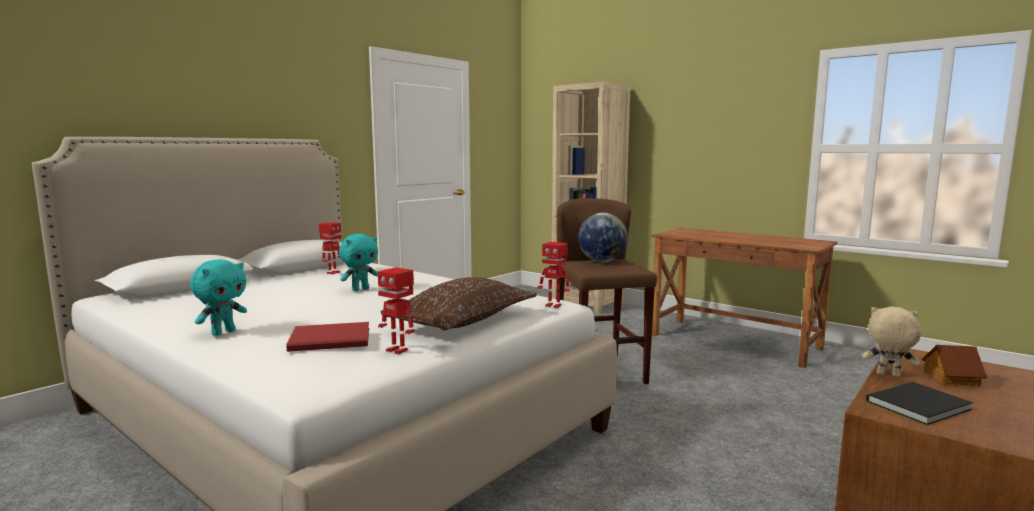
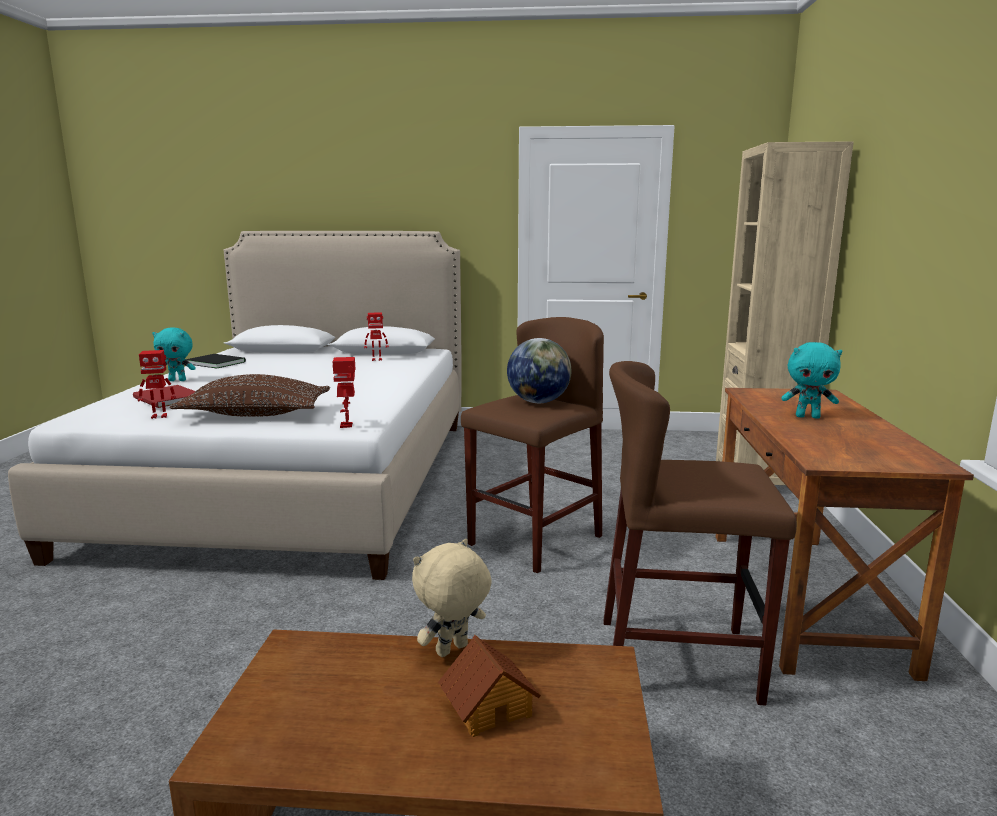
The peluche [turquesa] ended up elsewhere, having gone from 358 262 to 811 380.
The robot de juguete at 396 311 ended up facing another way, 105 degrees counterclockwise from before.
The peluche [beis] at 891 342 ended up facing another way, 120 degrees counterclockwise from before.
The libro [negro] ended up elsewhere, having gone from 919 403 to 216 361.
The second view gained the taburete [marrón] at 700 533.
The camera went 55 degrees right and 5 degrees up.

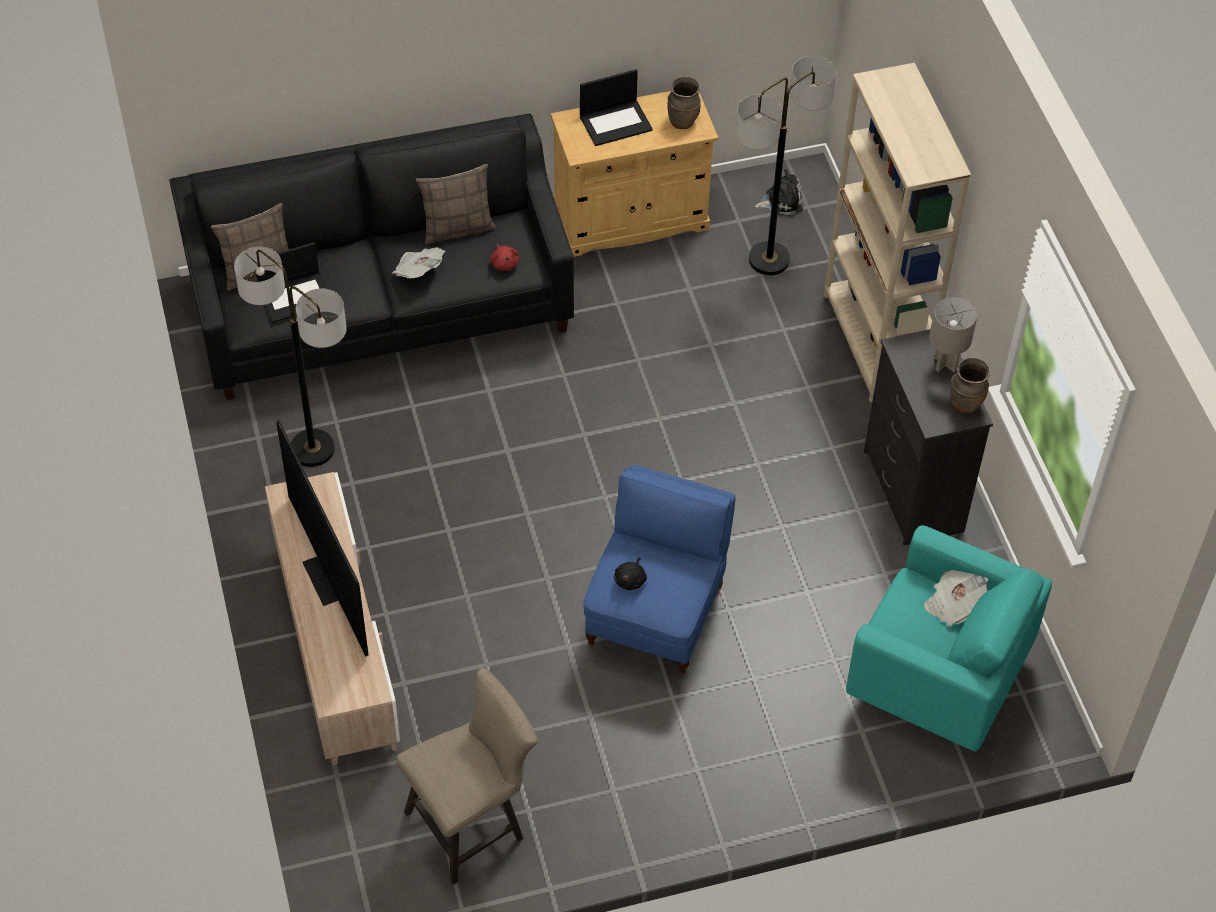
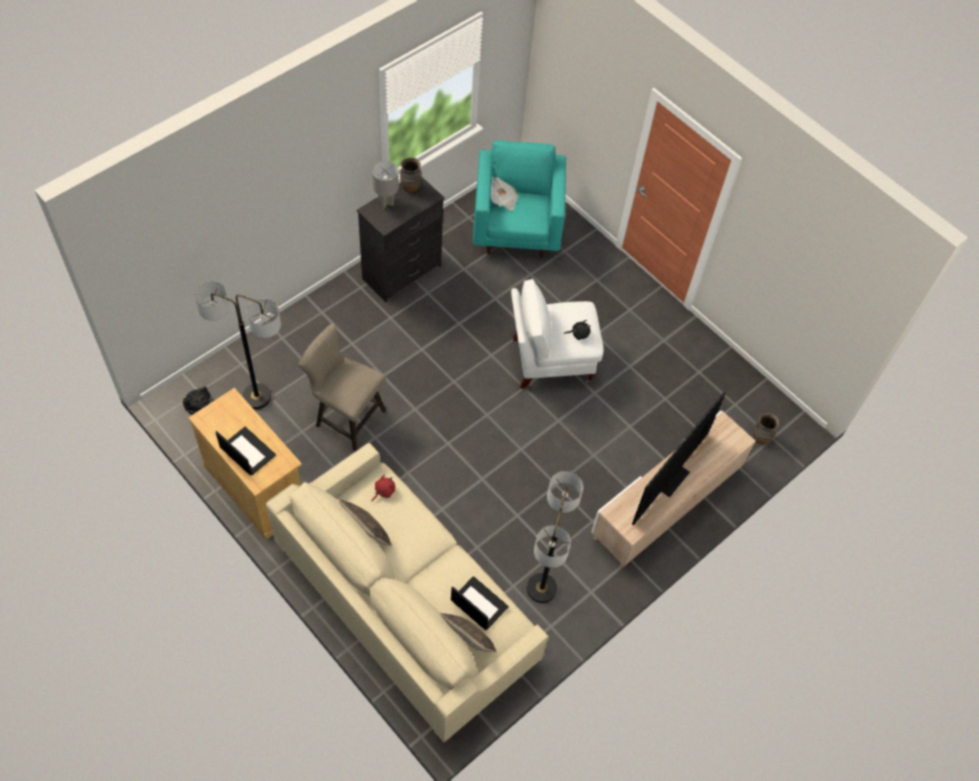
What was the sofá [negro] at 371 257 turned into the sofá [beis] at 407 592.
The second view lost the periódico at 418 262.
The taburete [beis] ended up elsewhere, having gone from 467 776 to 342 387.
What was the sillón [azul] at 659 570 turned into the sillón [blanco] at 557 334.
The florero [marrón] ended up elsewhere, having gone from 684 102 to 766 429.
The second view lost the estantería [beis] at 897 233.
The camera went 120 degrees left and 5 degrees up.

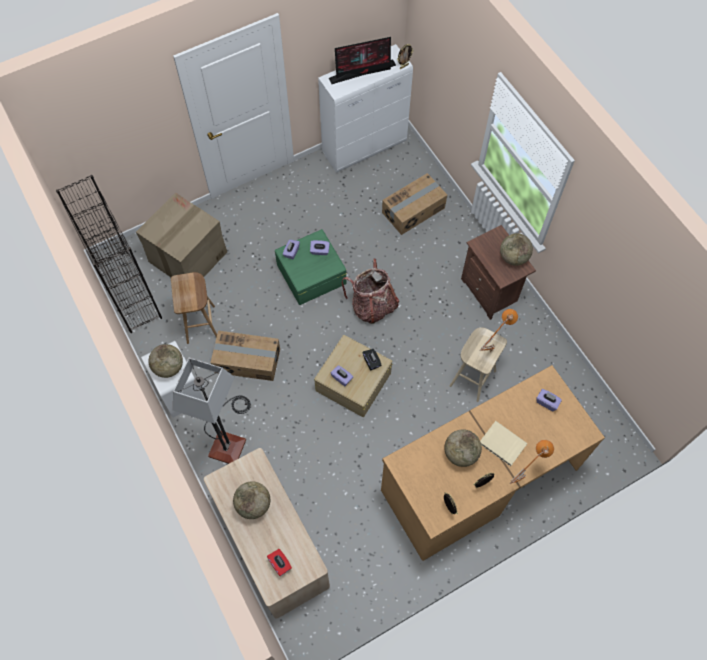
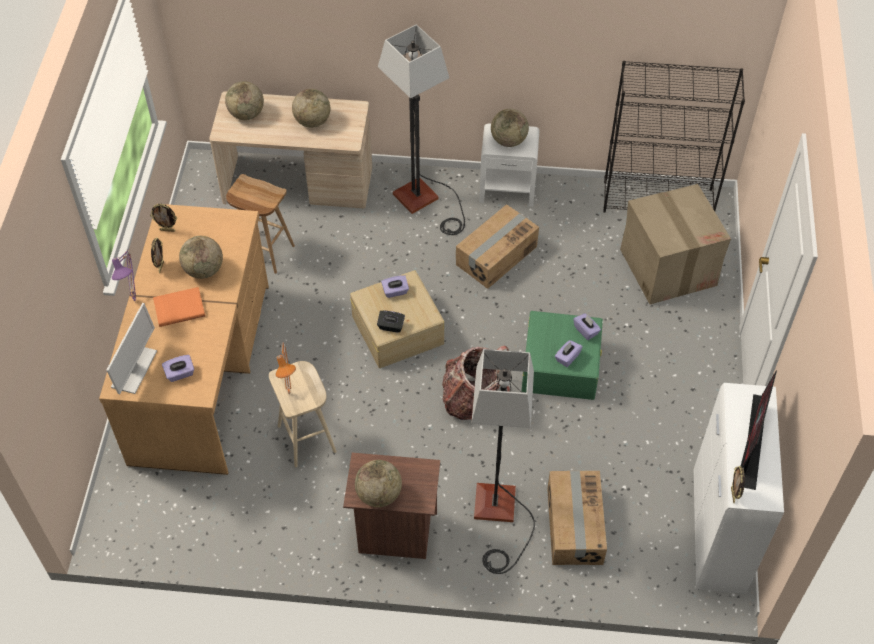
The taburete [marrón] ended up elsewhere, having gone from 194 308 to 260 224.
Where the caja de pañuelos [rojo] stood at 279 562, the globo terráqueo came to stand at 244 100.
What was the libro [beis] at 504 443 turned into the libro [naranja] at 179 307.
What was the lámpara de mesa [naranja] at 531 462 turned into the lámpara de mesa [morado] at 124 275.
The second view gained the monitor at 131 348.
The second view gained the lámpara de pie at 503 461.
The camera went 125 degrees right and 10 degrees down.

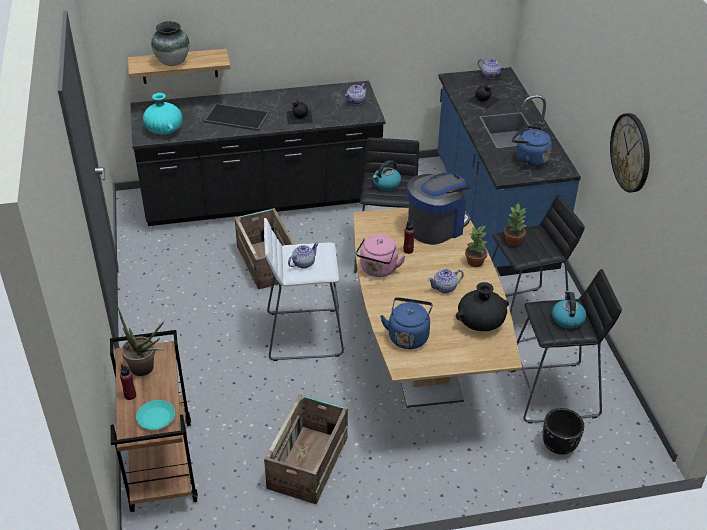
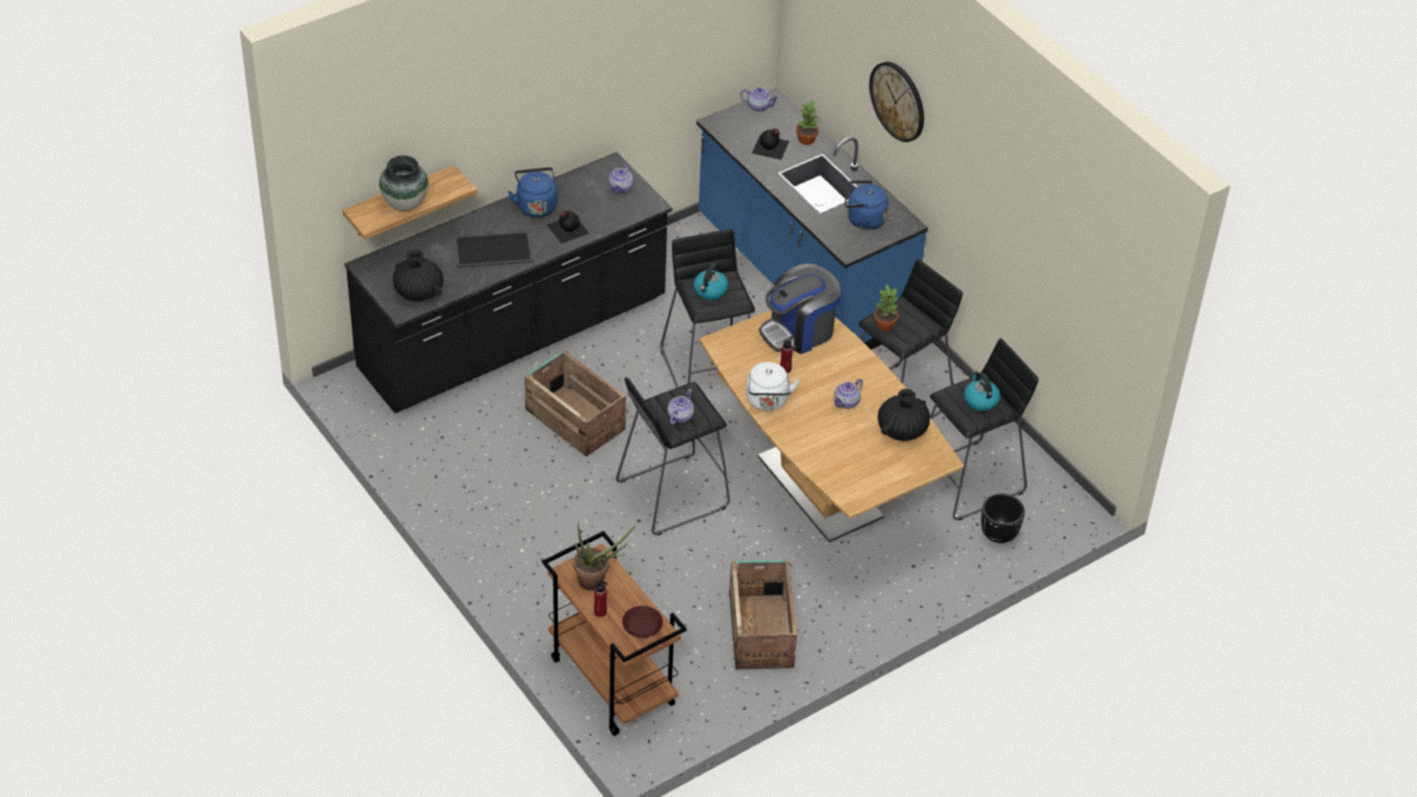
What was the plato [turquesa] at 155 415 turned into the plato [marrón] at 642 622.
What was the florero [turquesa] at 163 113 turned into the florero [negro] at 418 275.
What was the taburete [blanco] at 304 289 turned into the taburete [negro] at 673 456.
What was the hervidor [rosa] at 381 255 turned into the hervidor [blanco] at 772 386.
The hervidor [azul] ended up elsewhere, having gone from 406 323 to 532 192.
The cafetera at 439 209 ended up facing another way, 150 degrees counterclockwise from before.
The planta en maceta ended up elsewhere, having gone from 476 246 to 807 122.
The reloj de pared ended up elsewhere, having gone from 630 153 to 896 102.
The camera went 25 degrees left and 5 degrees up.

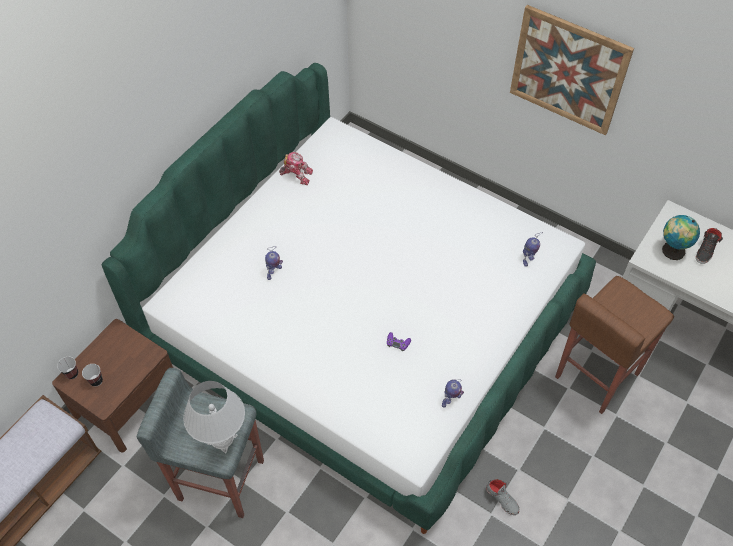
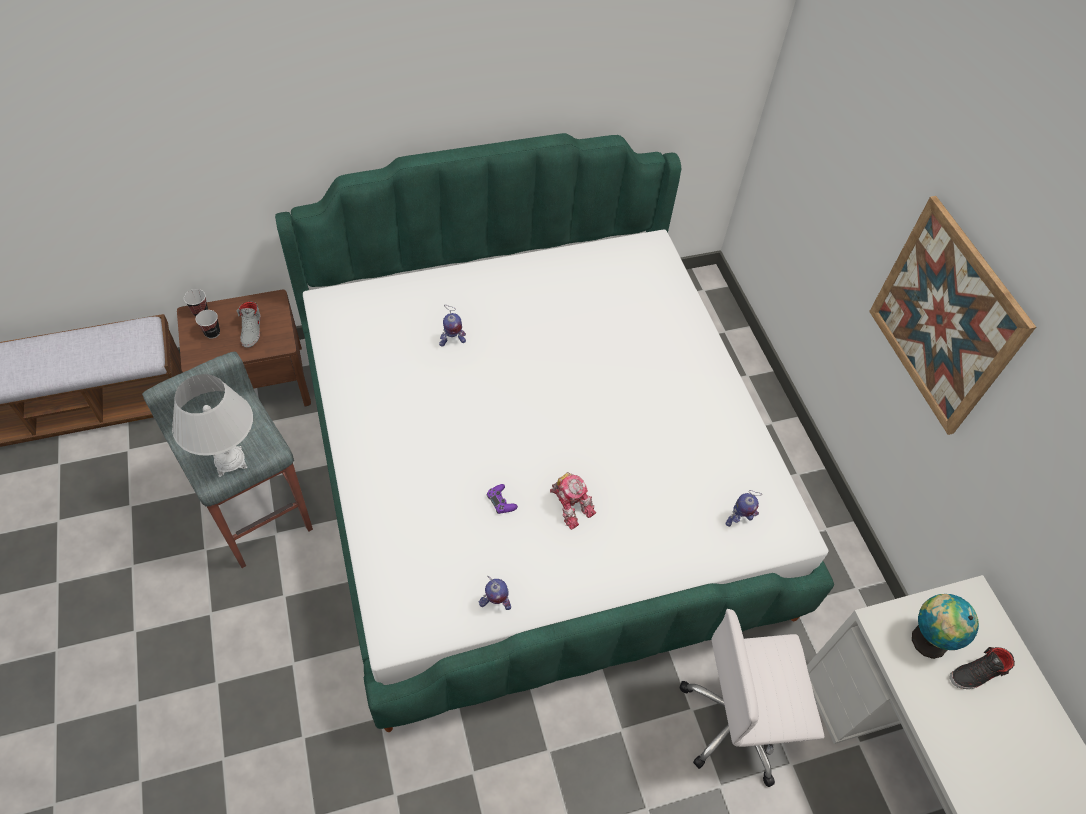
The robot de juguete ended up elsewhere, having gone from 296 168 to 573 501.
The zapato [gris] ended up elsewhere, having gone from 502 497 to 249 324.
Where the taburete [marrón] stood at 614 345, the silla de oficina [blanco] came to stand at 752 698.
The camera went 35 degrees right and 0 degrees up.

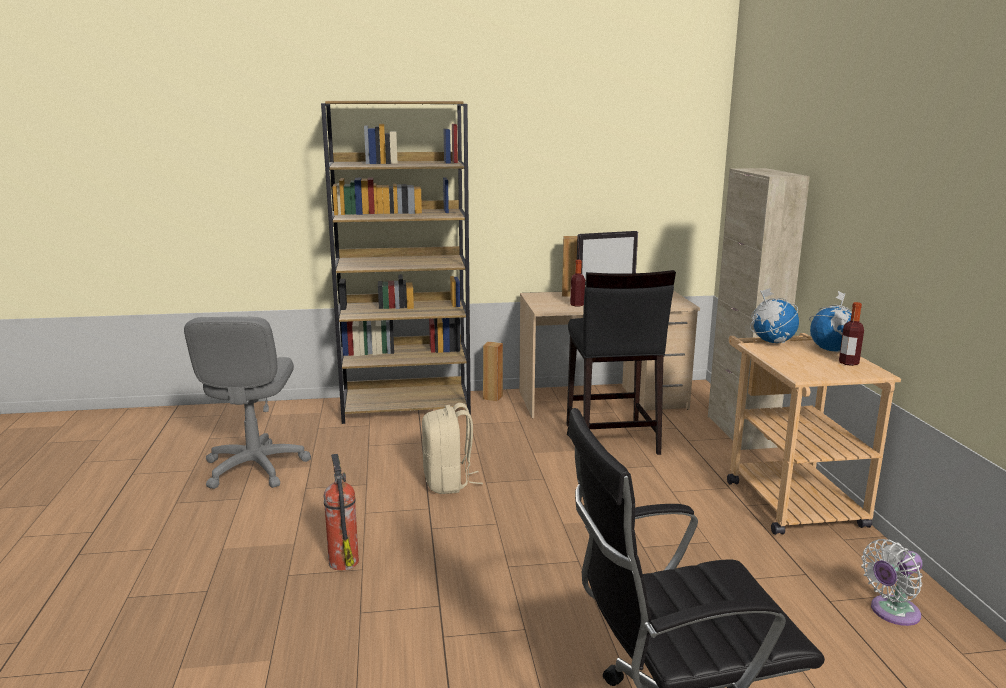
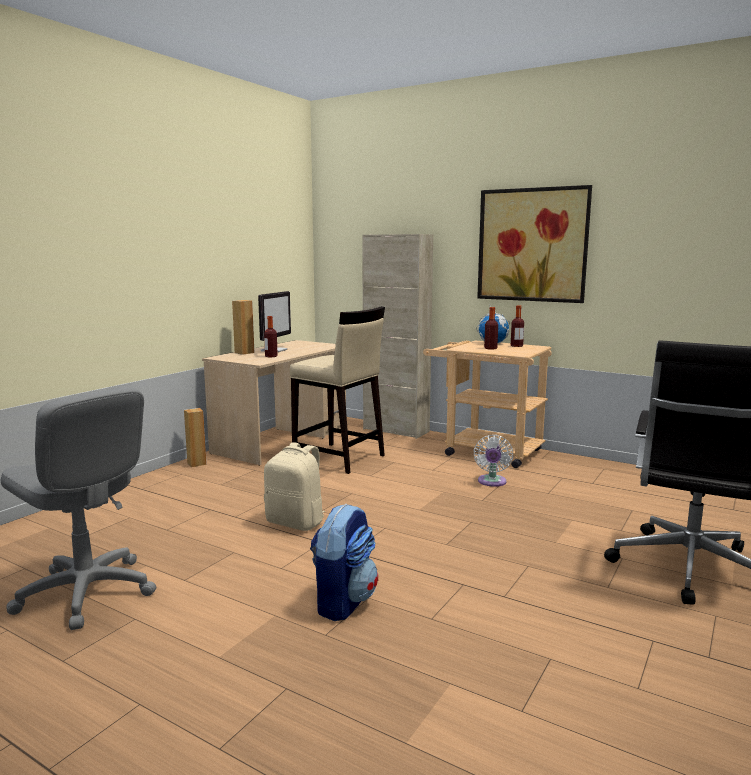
The second view lost the estantería [marrón] at 396 262.
Where the extintor stood at 341 512, the mochila came to stand at 344 562.
What was the taburete [negro] at 621 362 turned into the taburete [beis] at 337 390.
The second view lost the globo terráqueo at 774 315.
The ventilador [blanco] ended up elsewhere, having gone from 892 582 to 493 461.
The second view gained the cuadro at 534 244.
The second view gained the botella at 491 328.
The camera went 50 degrees left and 5 degrees down.

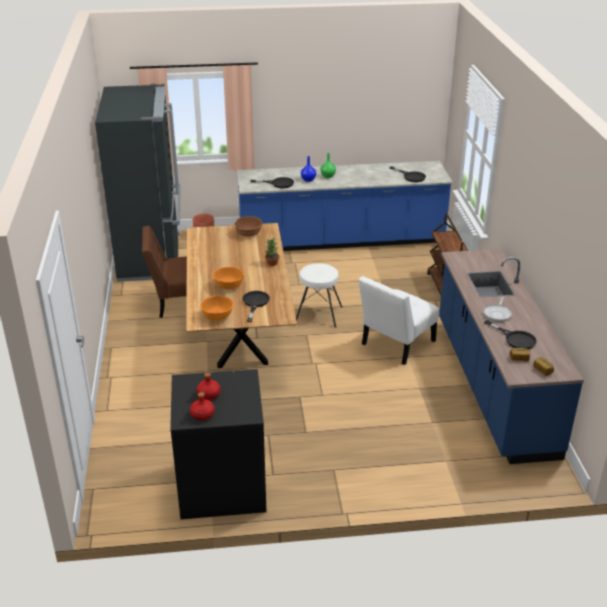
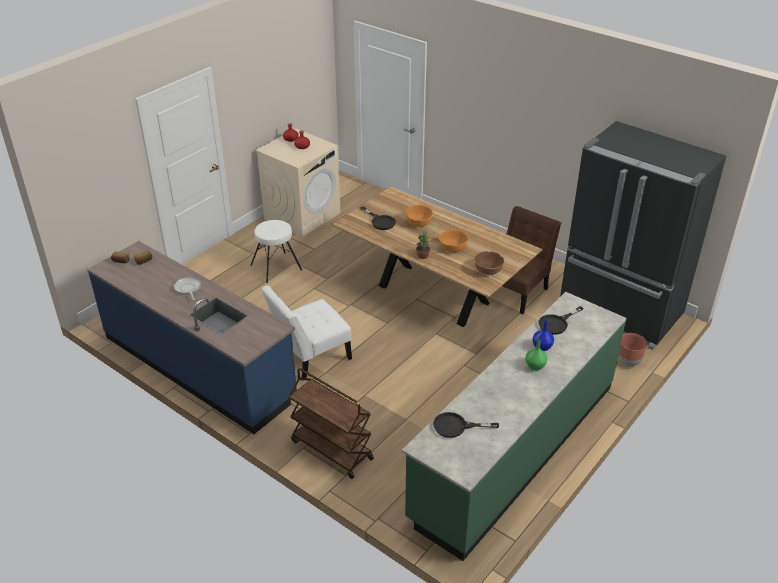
What was the lavadora [negro] at 218 444 turned into the lavadora [beis] at 298 183.
The cuenco [naranja] ended up elsewhere, having gone from 217 308 to 453 241.
What was the mueble bajo de cocina [azul] at 345 206 turned into the mueble bajo de cocina [verde] at 514 426.
The taburete [blanco] ended up elsewhere, having gone from 319 295 to 276 251.
The silla [blanco] at 398 320 ended up facing another way, 120 degrees counterclockwise from before.
The second view lost the sartén [negro] at 510 334.
The camera went 135 degrees right and 5 degrees up.

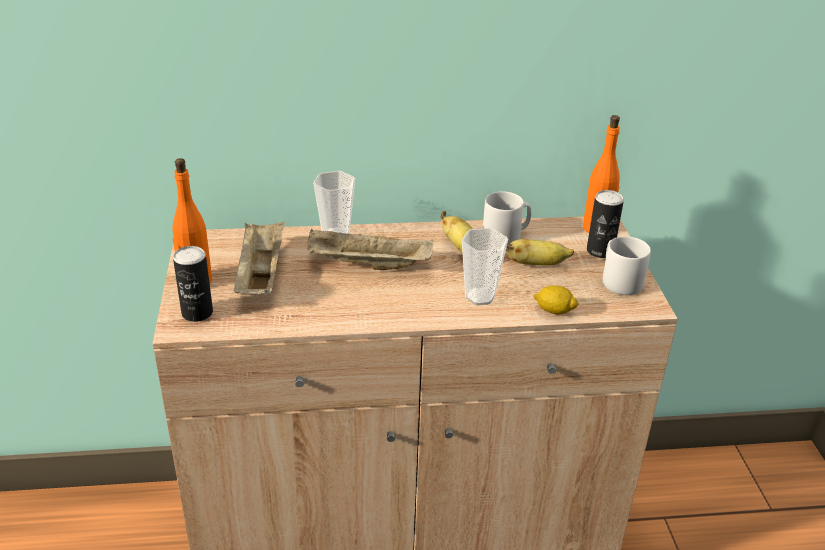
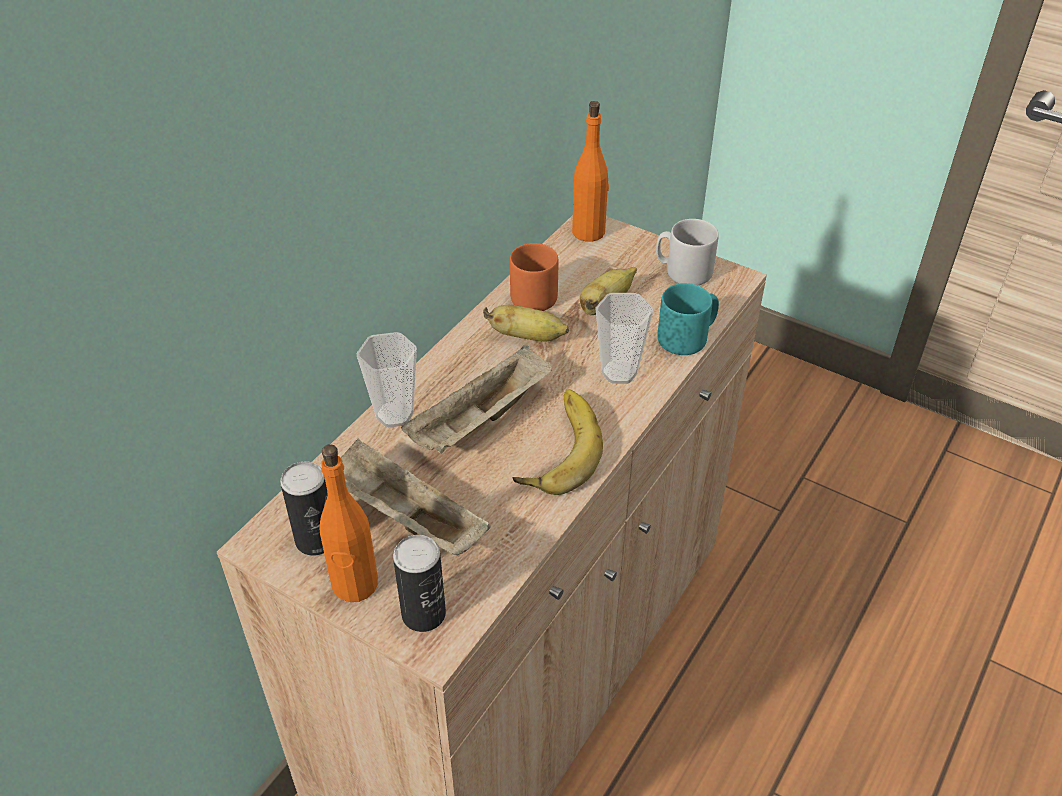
What was the taza grande [gris] at 507 218 turned into the taza grande [naranja] at 534 277.
Where the limón stood at 556 300, the taza grande [turquesa] came to stand at 688 319.
The lata ended up elsewhere, having gone from 605 224 to 304 508.
The second view gained the plátano at 557 442.
The camera went 50 degrees left and 10 degrees up.

